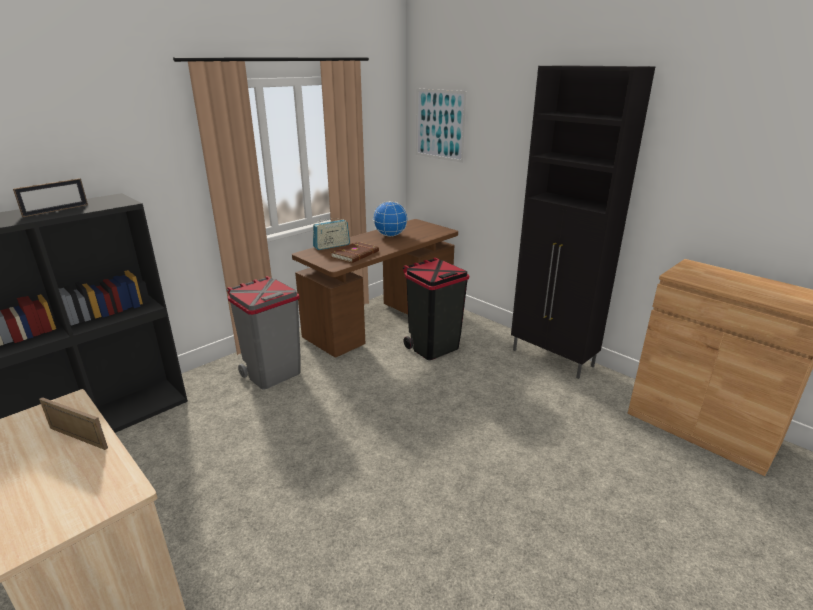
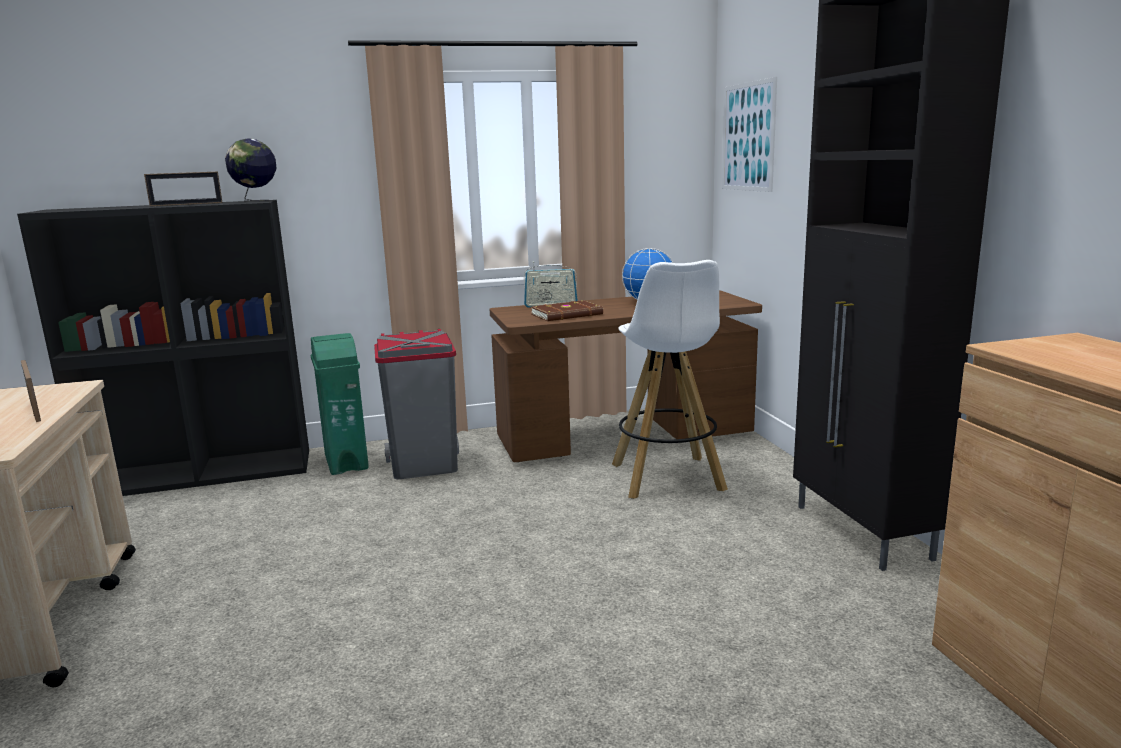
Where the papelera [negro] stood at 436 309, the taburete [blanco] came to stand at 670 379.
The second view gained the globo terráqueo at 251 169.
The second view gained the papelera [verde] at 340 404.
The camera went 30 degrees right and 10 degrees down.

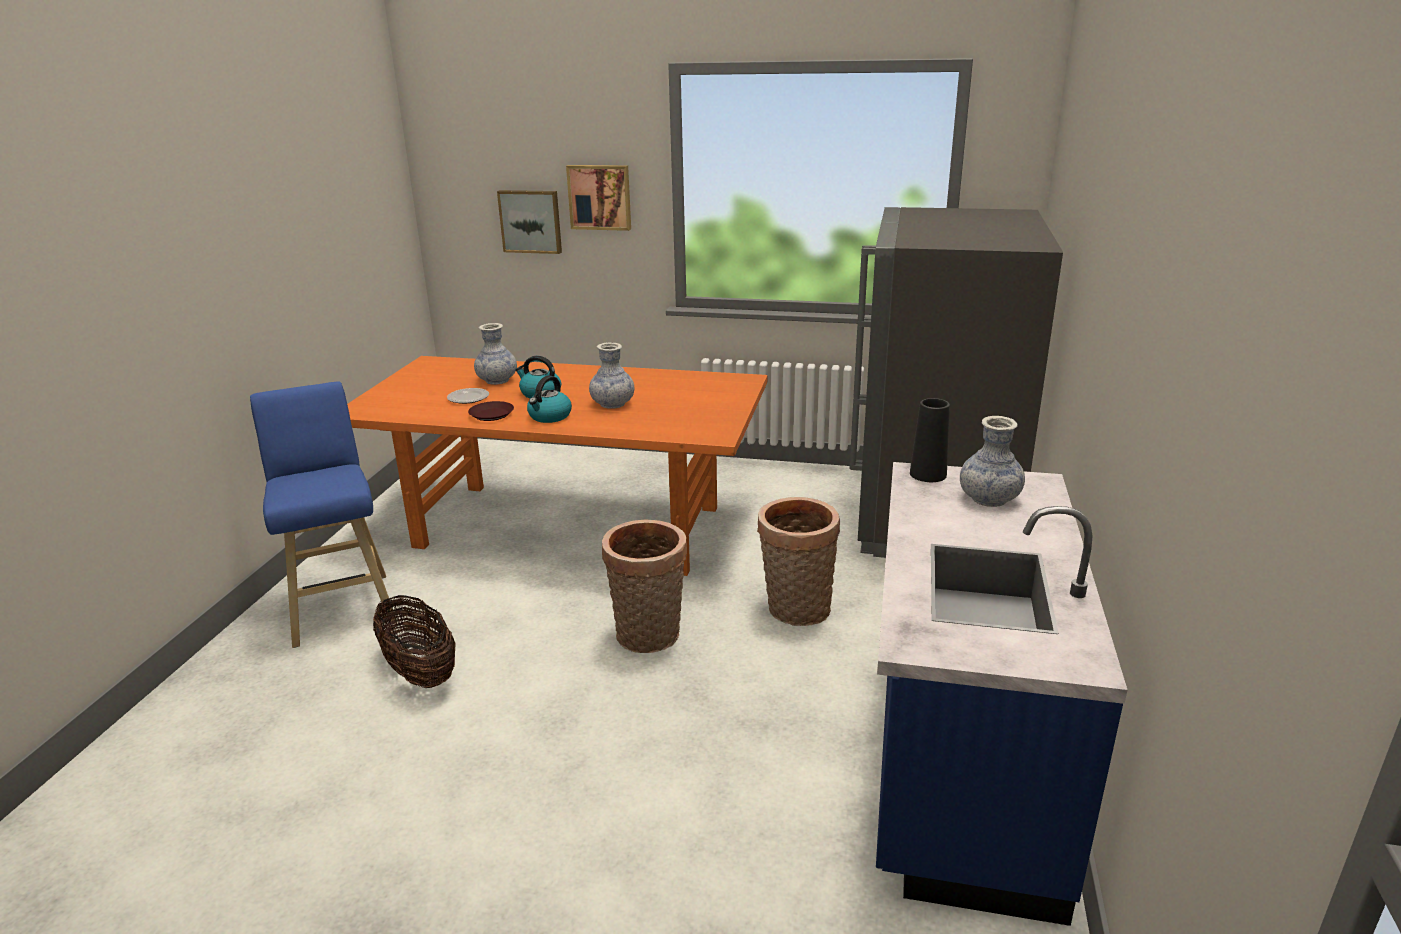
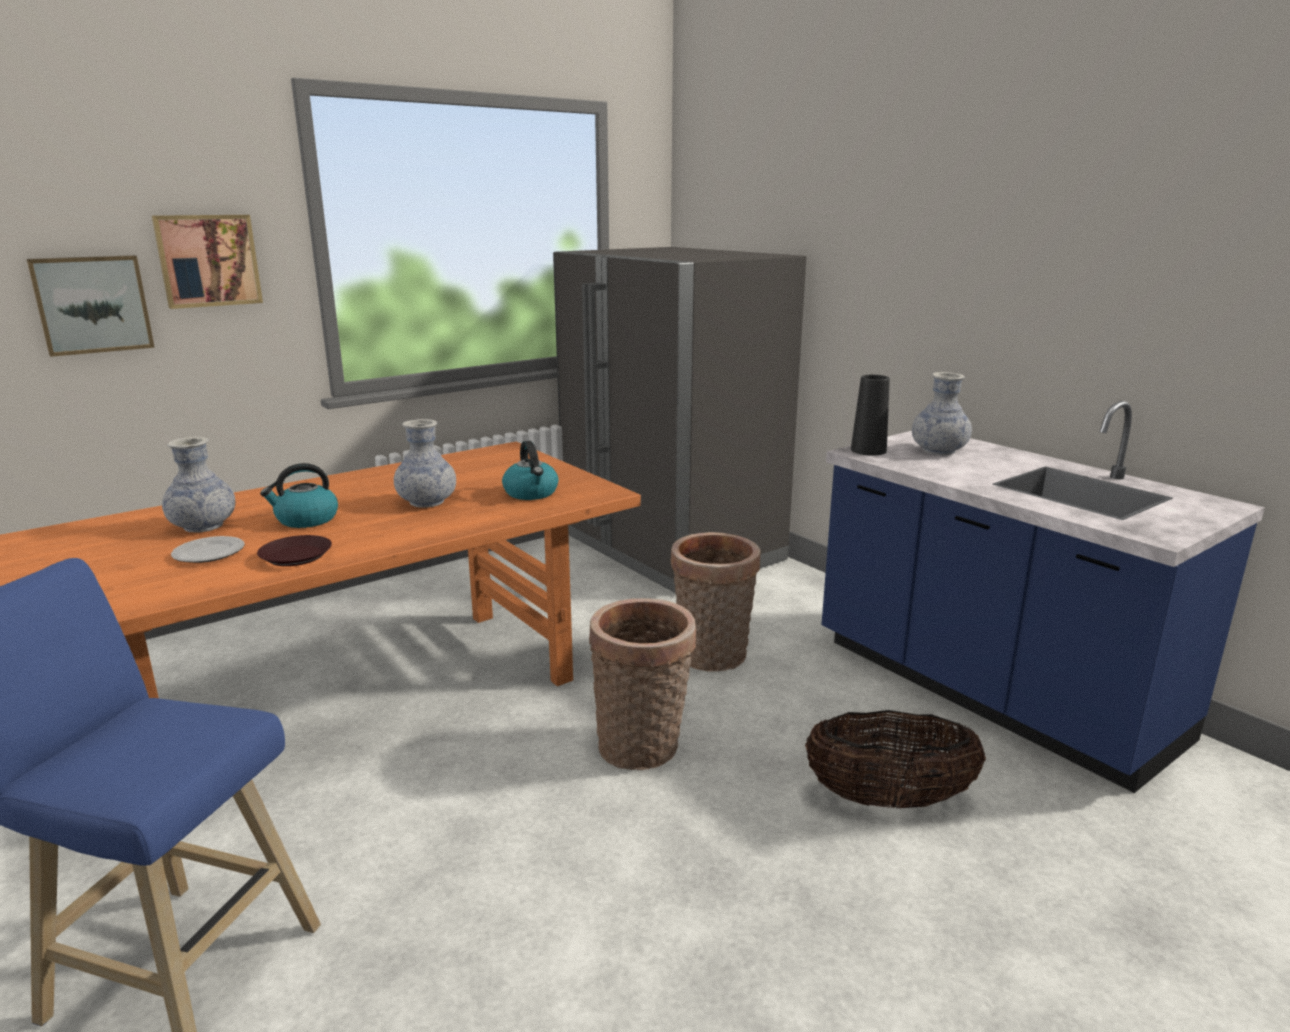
The cesta ended up elsewhere, having gone from 414 641 to 895 759.
The hervidor ended up elsewhere, having gone from 549 399 to 530 470.
The camera went 50 degrees left and 5 degrees down.

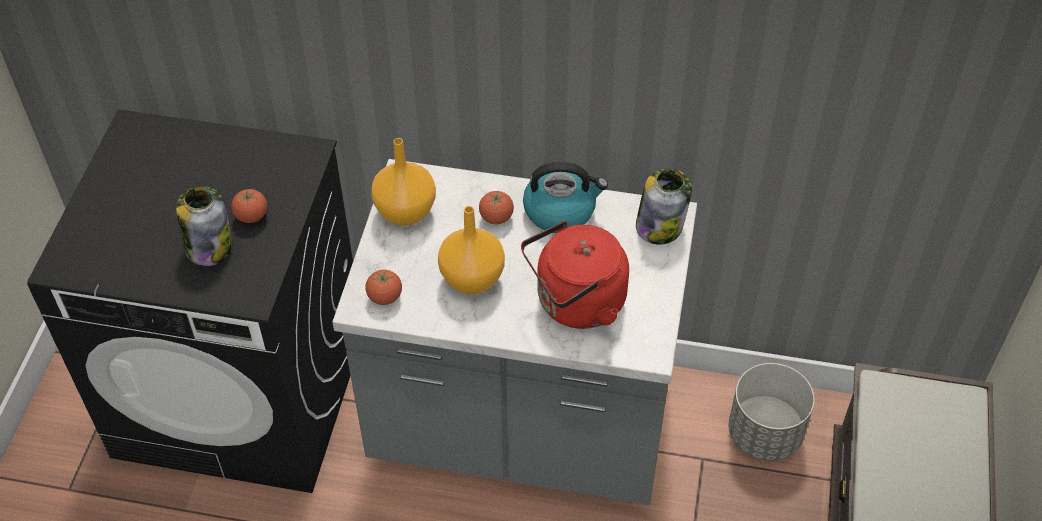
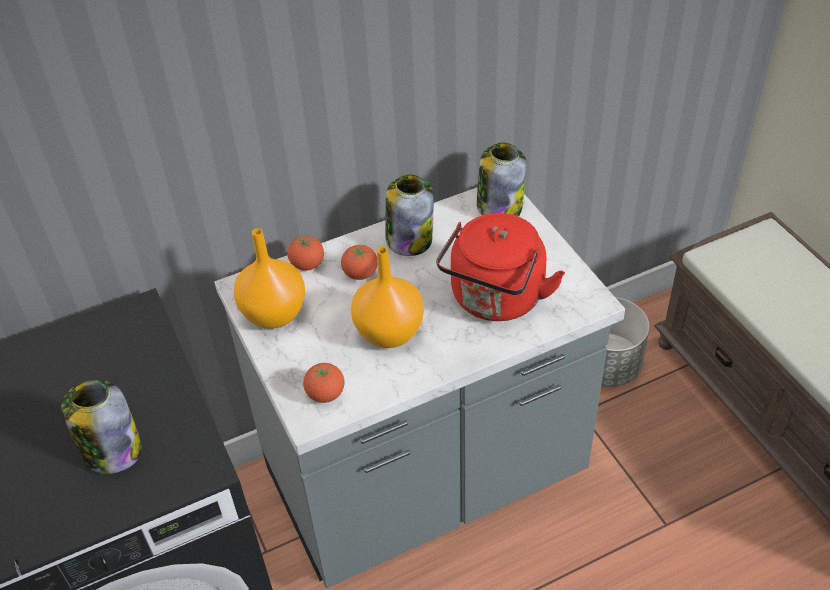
The tomate ended up elsewhere, having gone from 249 206 to 305 253.
Where the hervidor stood at 565 197, the tarro came to stand at 410 215.
The camera went 35 degrees left and 5 degrees down.

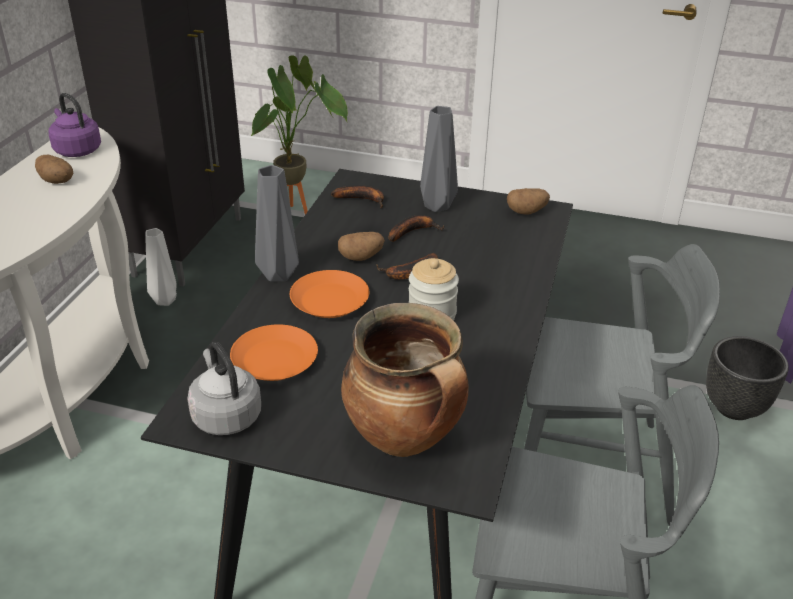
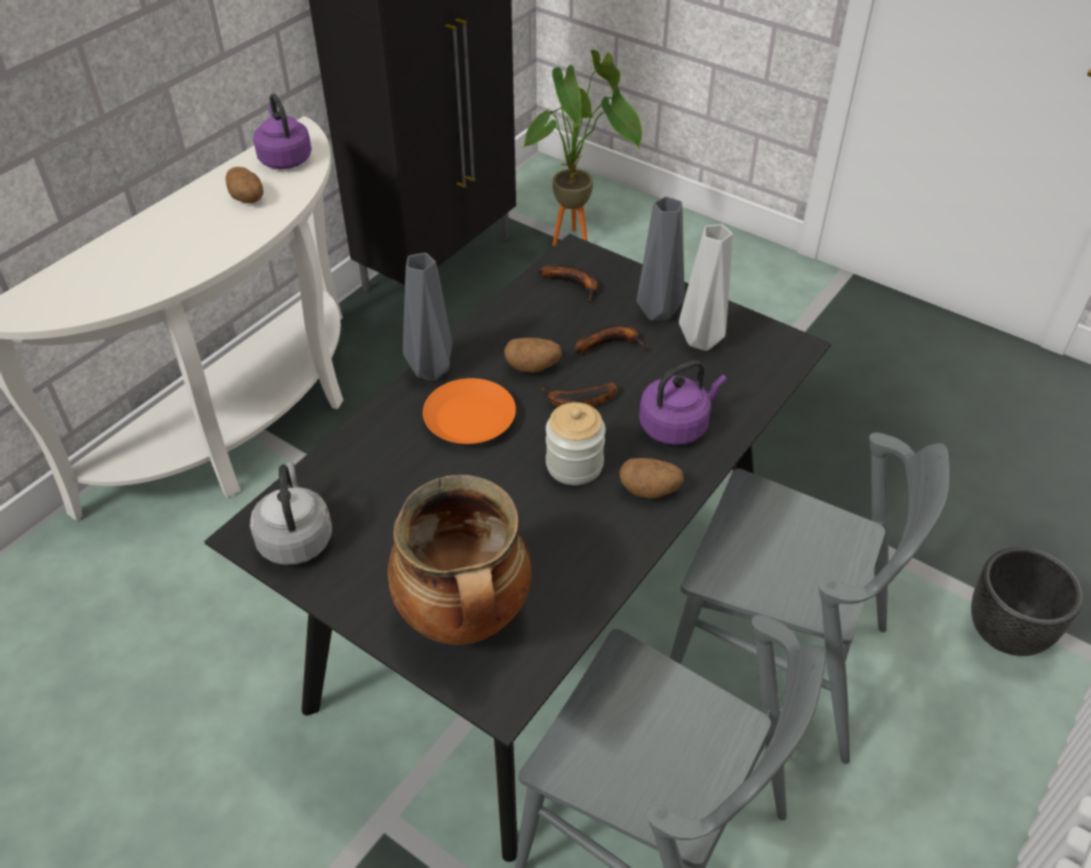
The florero [gris] ended up elsewhere, having gone from 161 267 to 706 287.
The second view lost the plato [naranja] at 274 352.
The patata ended up elsewhere, having gone from 528 201 to 651 478.
The second view gained the hervidor [morado] at 683 402.
The camera went 20 degrees right and 10 degrees up.

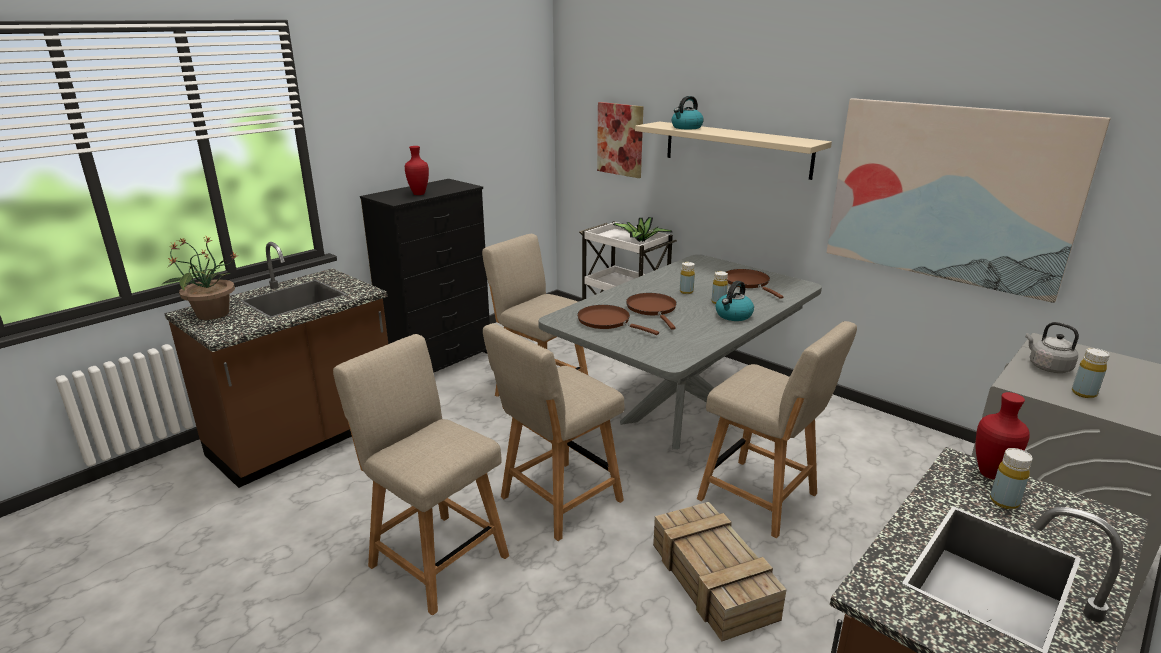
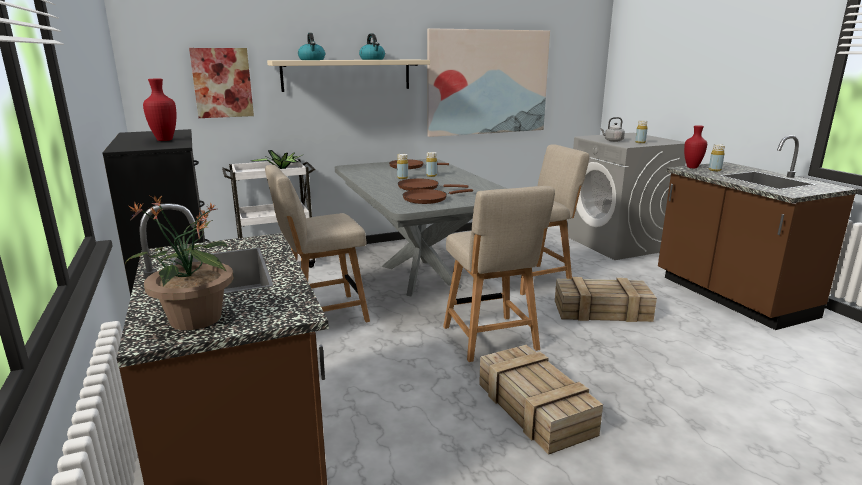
Where the silla [beis] stood at 421 474, the caja de embalaje came to stand at 541 400.
The hervidor ended up elsewhere, having gone from 735 301 to 372 46.
The camera went 65 degrees left and 5 degrees down.

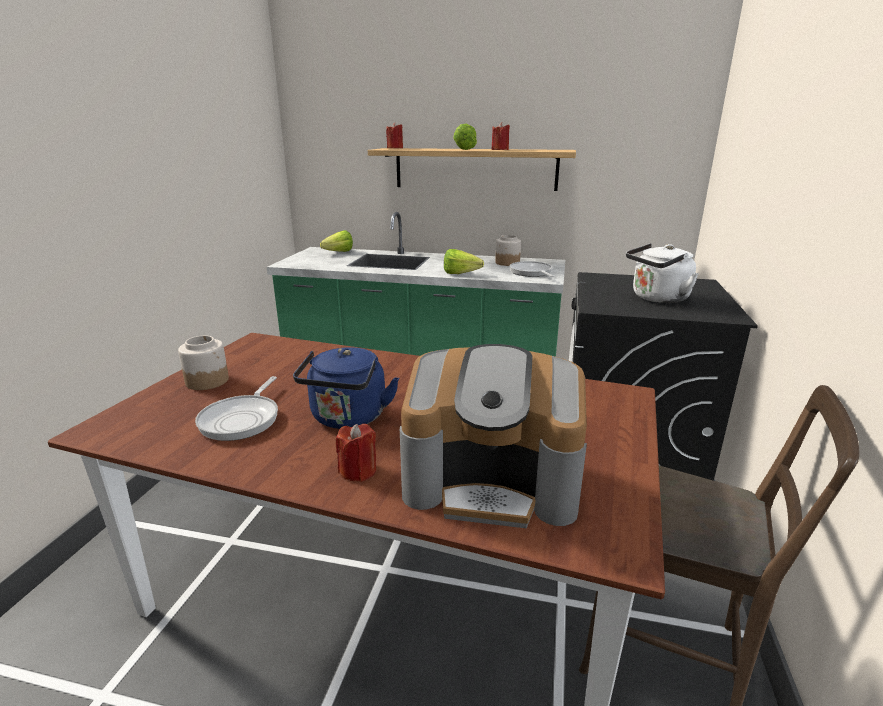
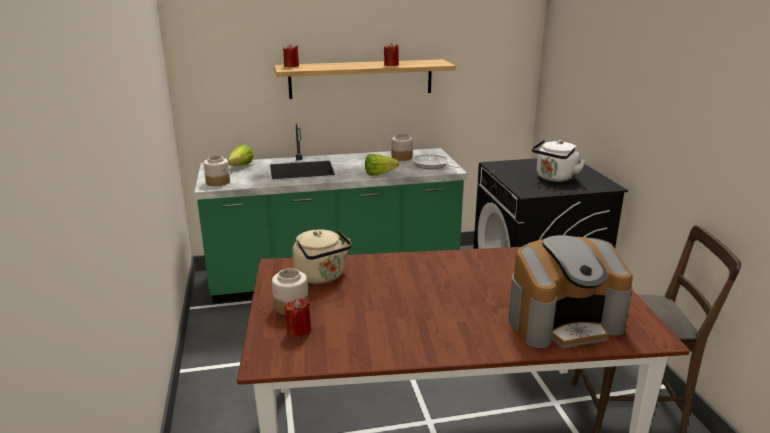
The second view lost the sartén at 236 408.
The second view lost the hervidor [azul] at 346 388.
The vela [rojo] ended up elsewhere, having gone from 356 453 to 298 317.
The second view lost the lechuga at 465 137.
The second view gained the tarro at 217 171.
The second view gained the hervidor [beis] at 322 256.
The camera went 25 degrees left and 0 degrees up.

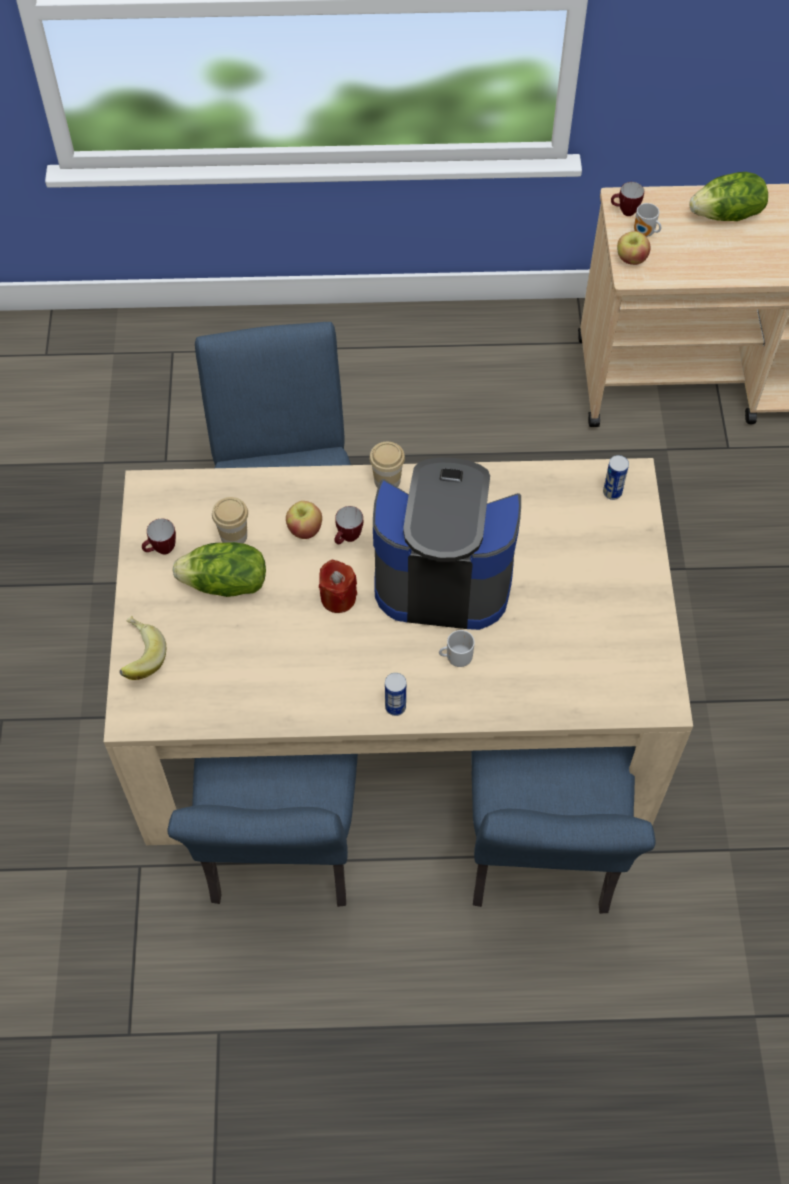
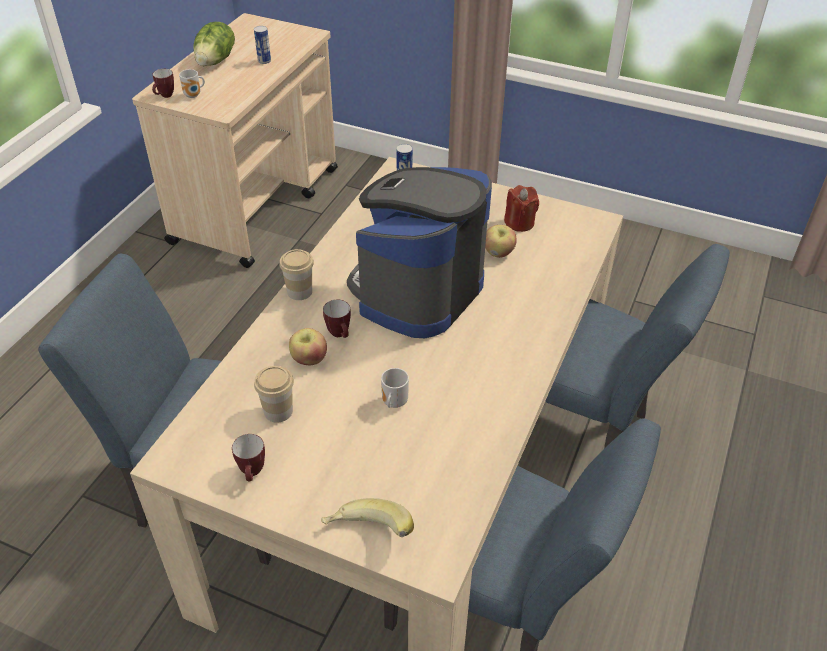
The second view lost the lechuga at 219 569.
The vela [rojo] ended up elsewhere, having gone from 338 586 to 521 208.
The lata ended up elsewhere, having gone from 395 694 to 262 45.
The taza grande ended up elsewhere, having gone from 457 648 to 395 388.
The manzana ended up elsewhere, having gone from 633 248 to 501 241.
The camera went 65 degrees left and 15 degrees down.

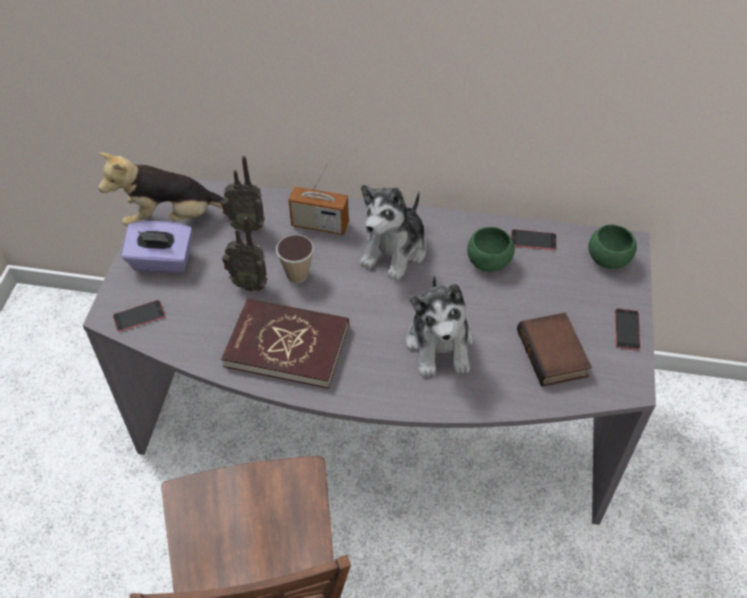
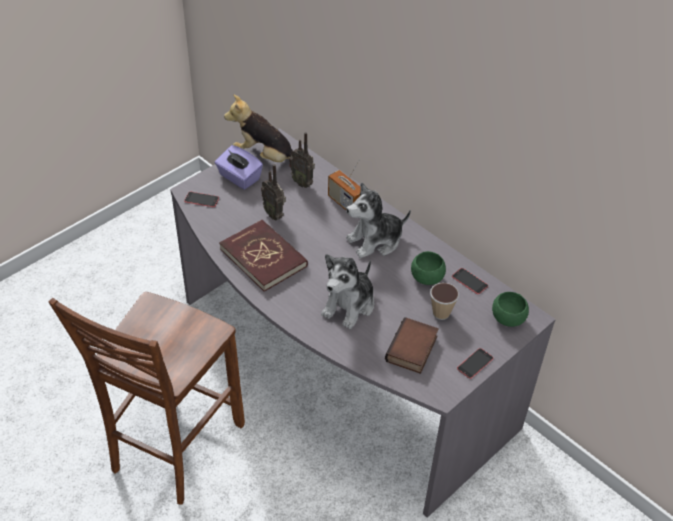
The taza ended up elsewhere, having gone from 295 259 to 444 301.
The camera went 35 degrees right and 5 degrees down.

